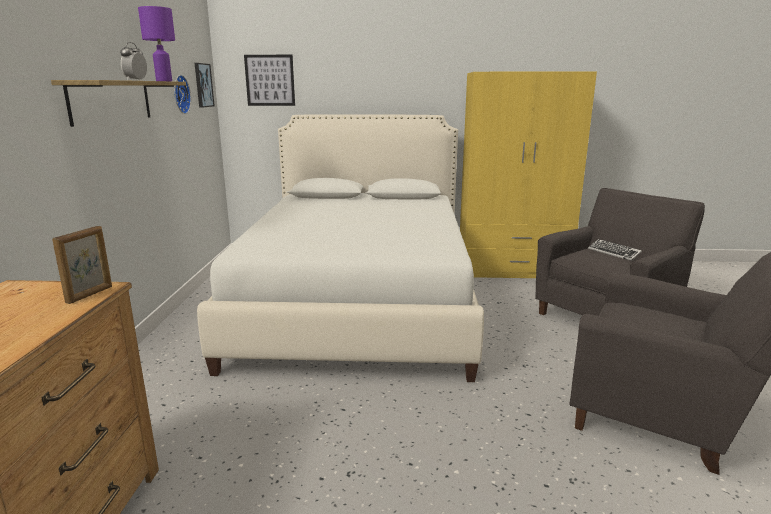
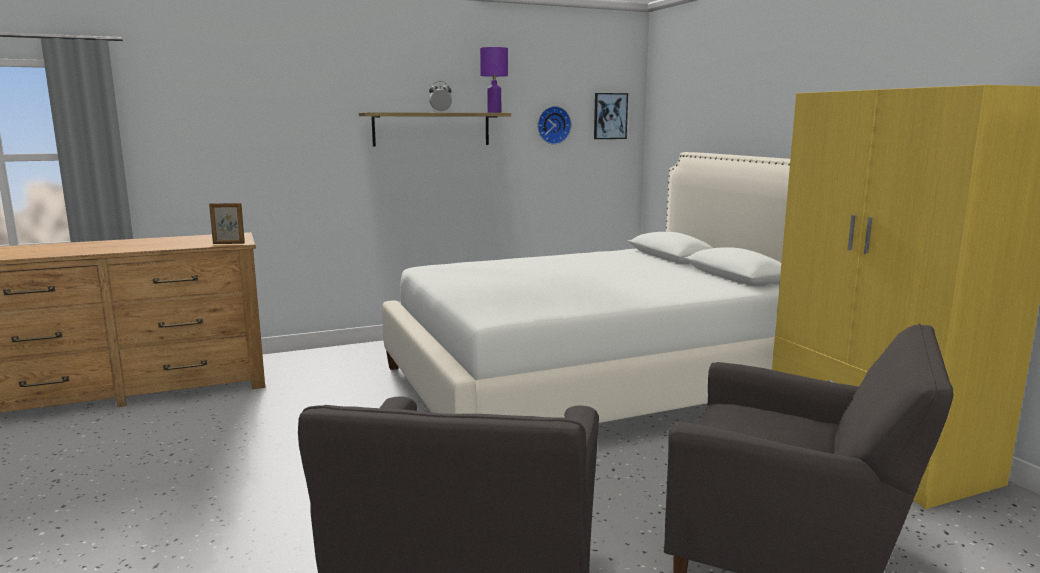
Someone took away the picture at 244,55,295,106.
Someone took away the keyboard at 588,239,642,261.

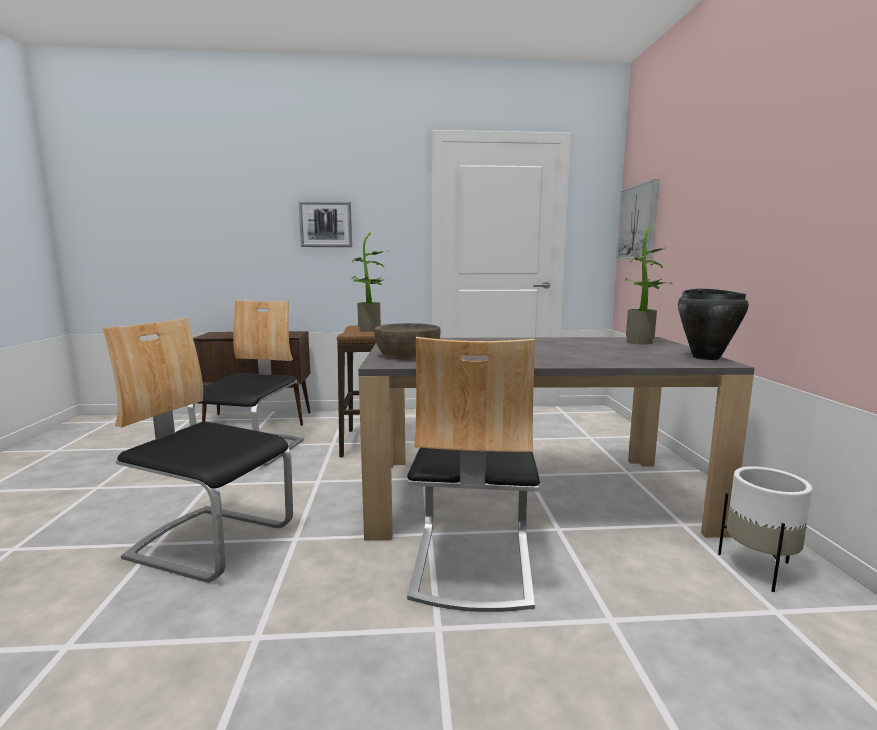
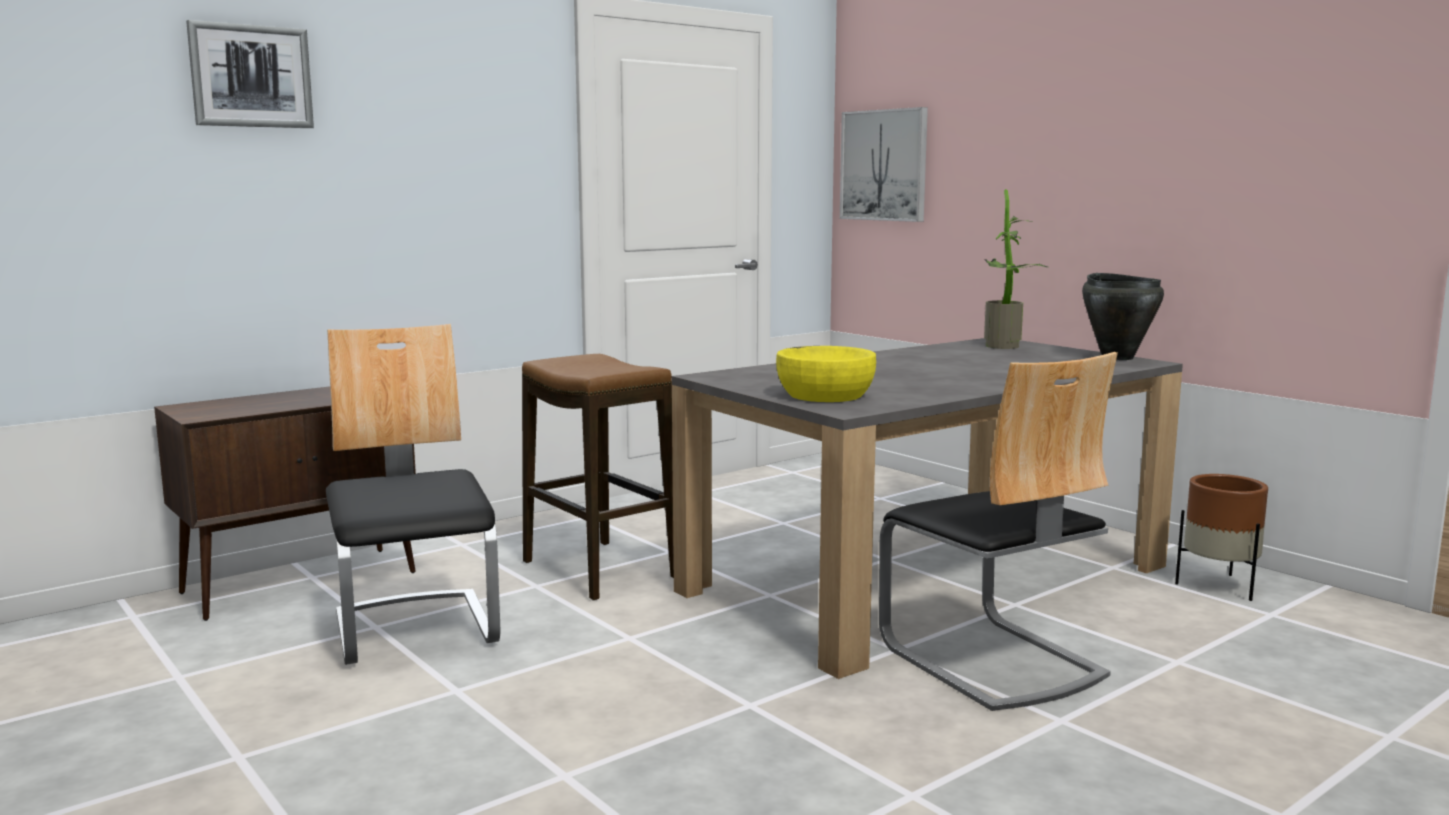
Someone carried the picture from 298,201,352,247 to 186,20,314,128.
Someone repainted the brown bowl at 374,323,441,360, which became the yellow bowl at 776,346,876,402.
Someone repainted the white planter at 718,466,812,592, which became the brown planter at 1175,474,1268,601.
Someone took away the chair at 103,317,293,583.
Someone took away the potted plant at 351,232,389,332.

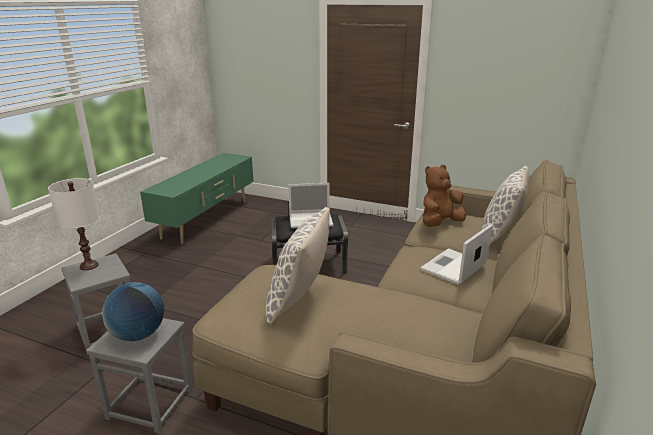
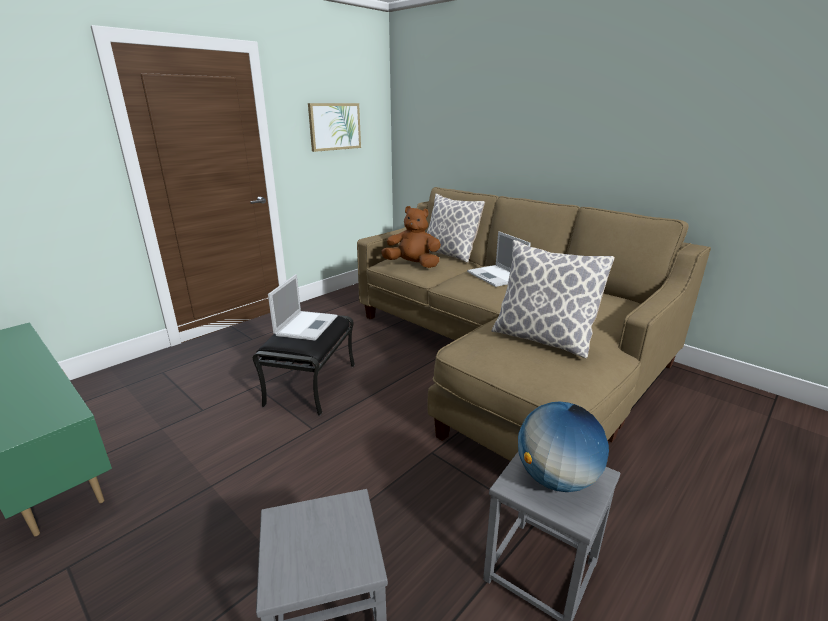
Someone put up the picture at 308,103,361,152.
Someone rotated the brown plush toy at 423,165,466,227 by 120 degrees clockwise.
Someone took away the white table lamp at 48,178,100,270.

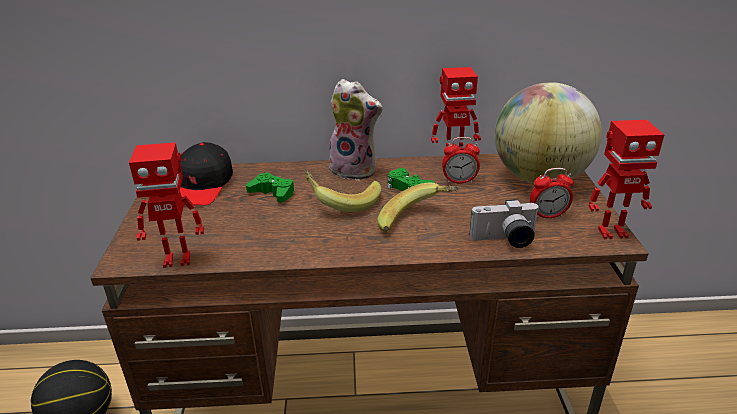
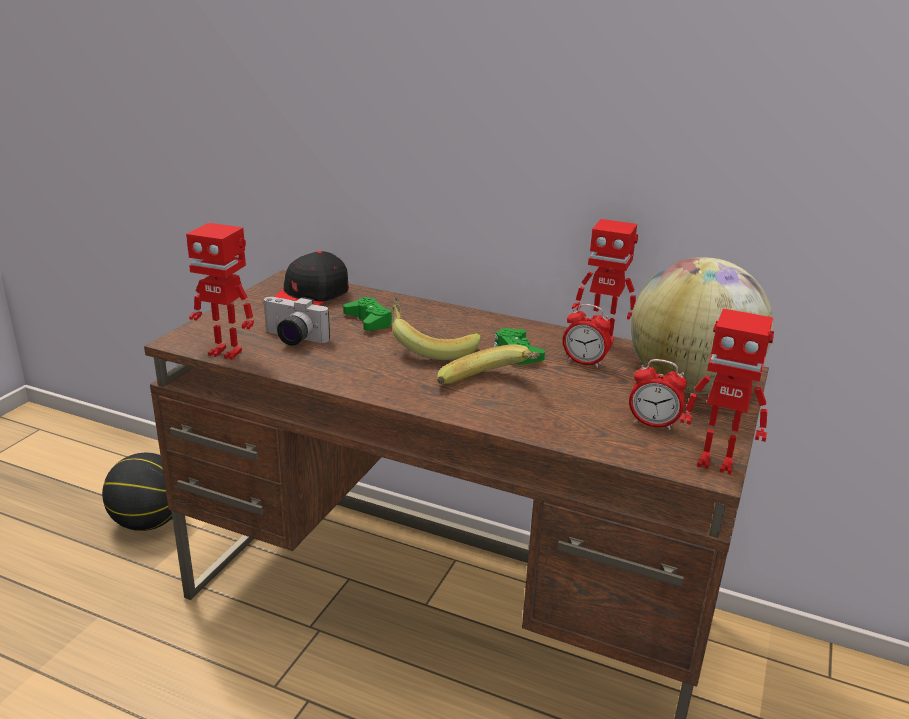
Someone carried the photo camera from 469,199,539,248 to 262,297,330,346.
Someone took away the plush toy at 327,79,382,181.

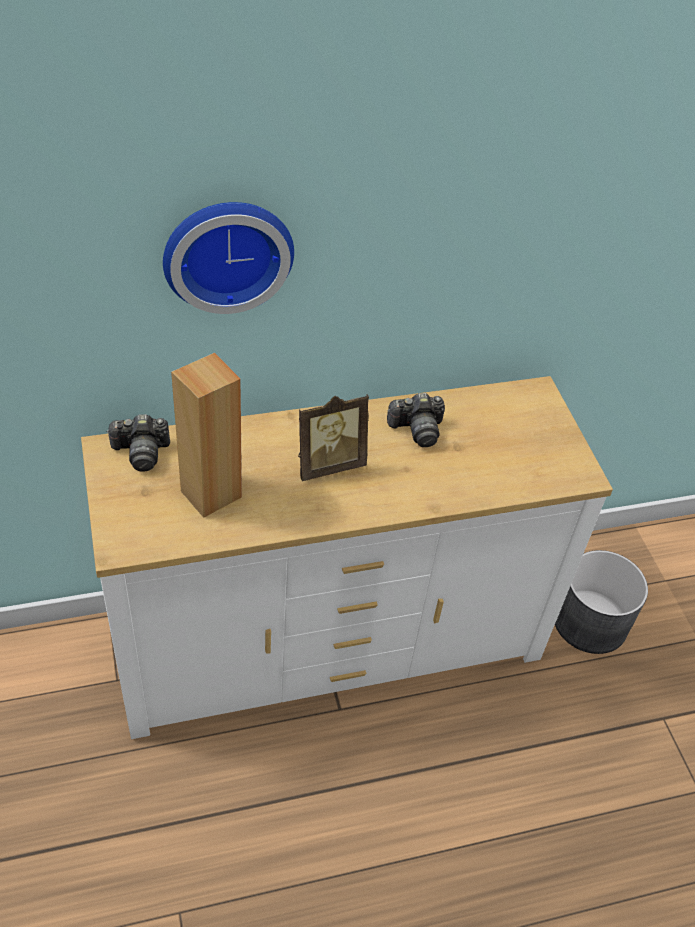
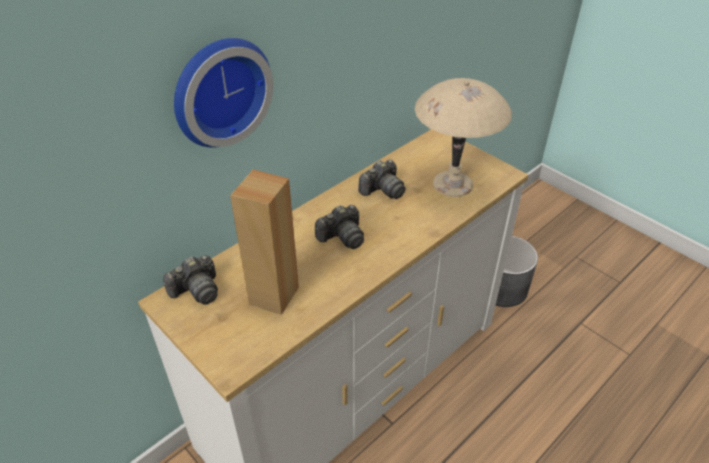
Someone swapped the picture frame at 298,394,369,481 for the photo camera at 315,205,364,249.
Someone put down the beige table lamp at 415,78,512,197.

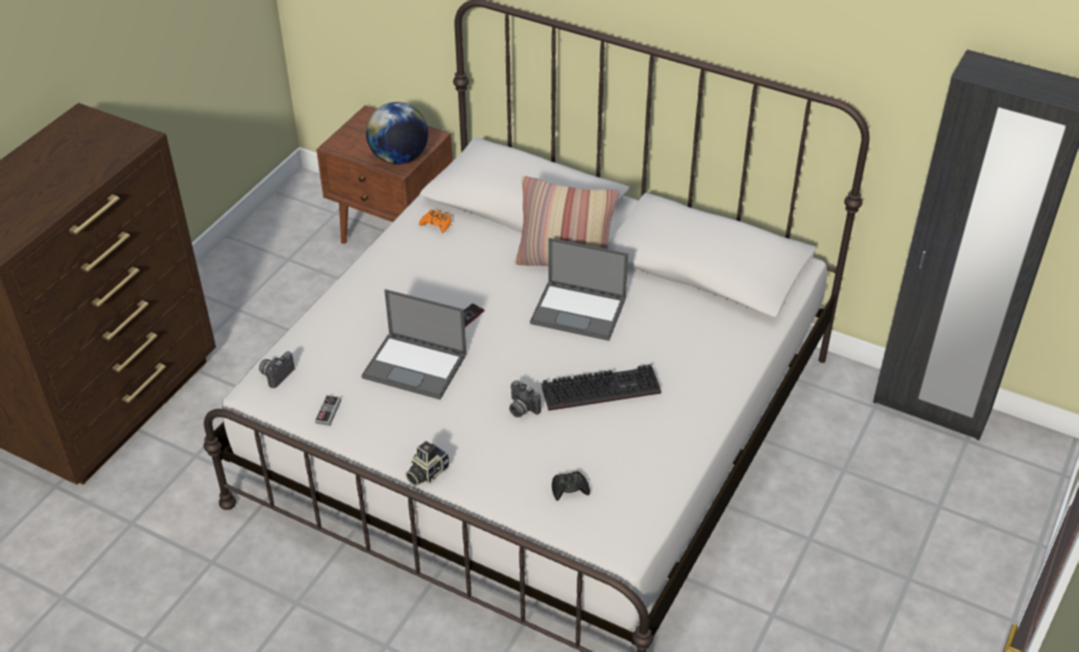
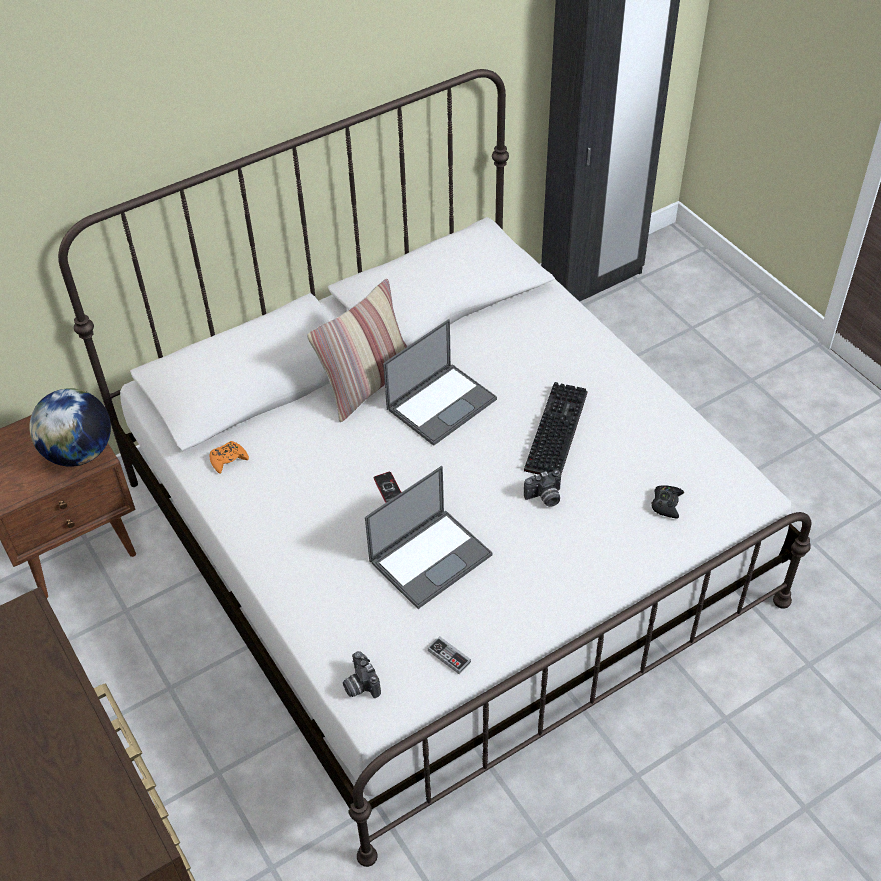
Someone took away the photo camera at 405,441,449,486.

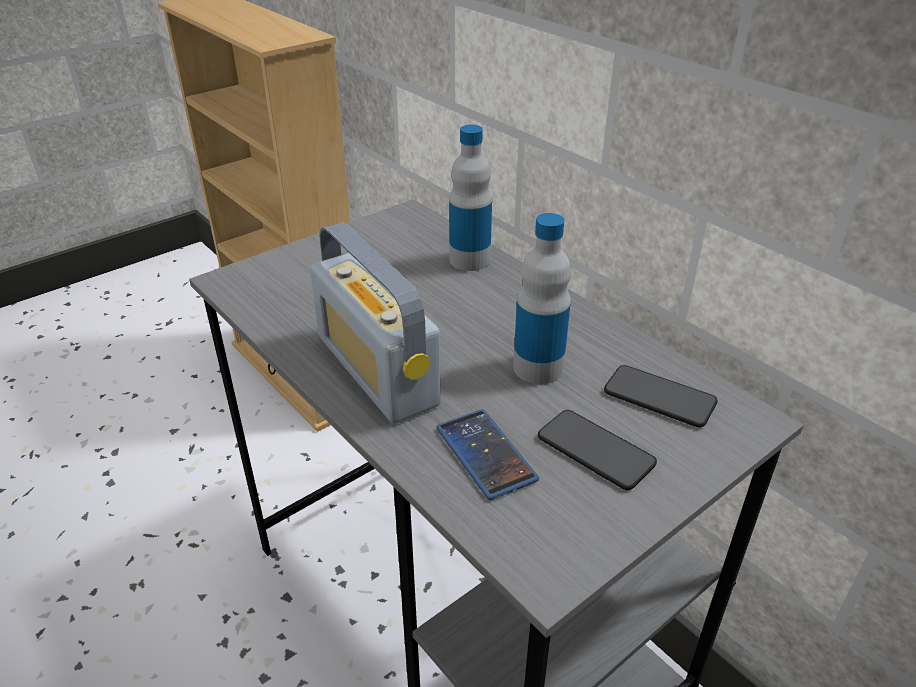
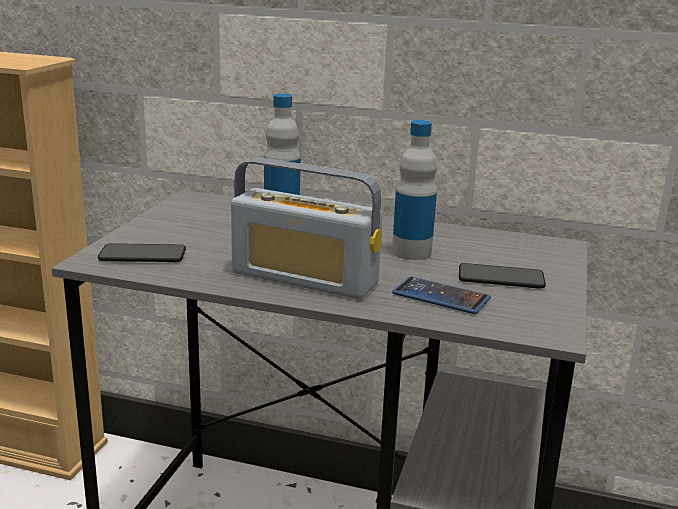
Someone carried the phone from 604,365,717,427 to 98,243,186,262.

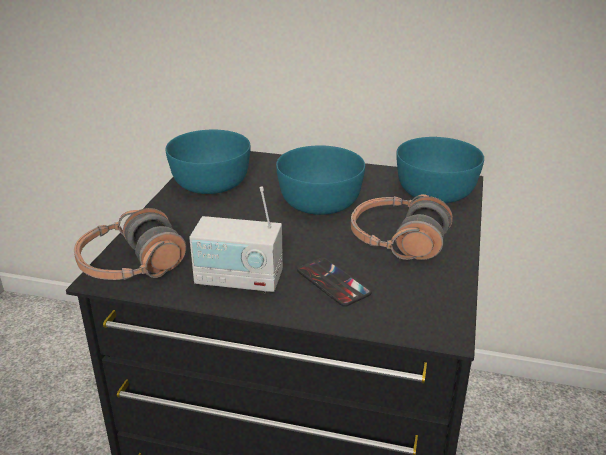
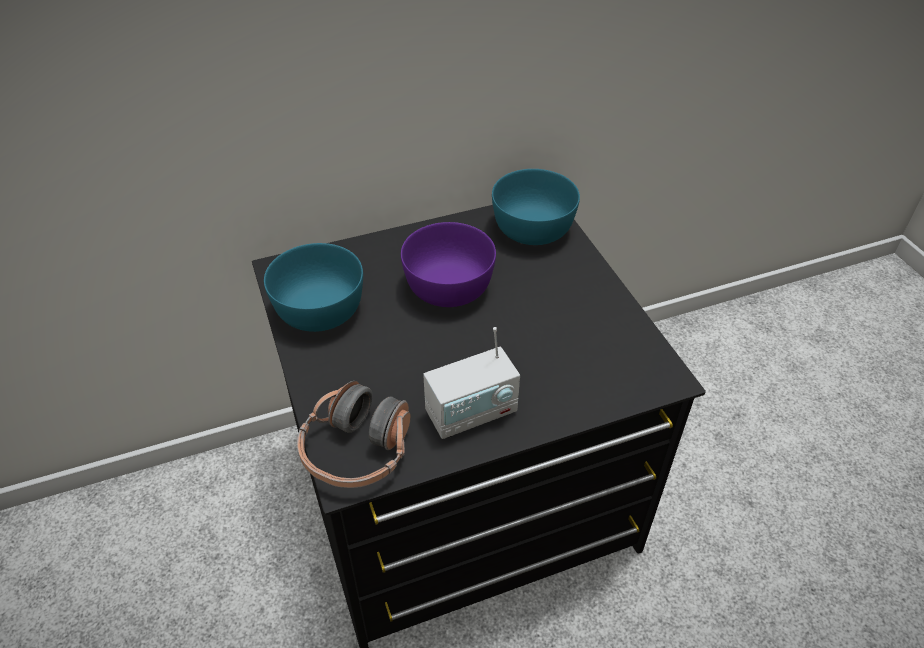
Someone repainted the turquoise bowl at 276,145,365,215, which became the purple bowl at 401,222,496,307.
Someone took away the phone at 297,258,372,307.
Someone took away the headphones at 351,194,453,260.

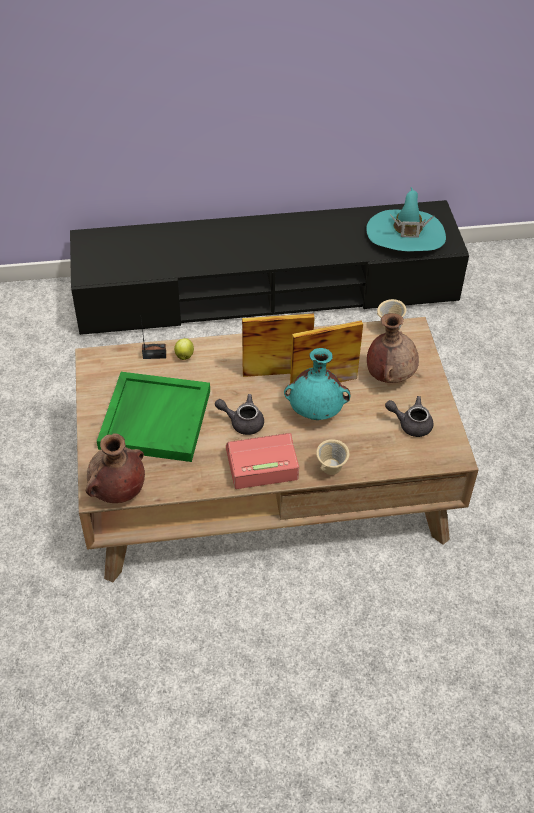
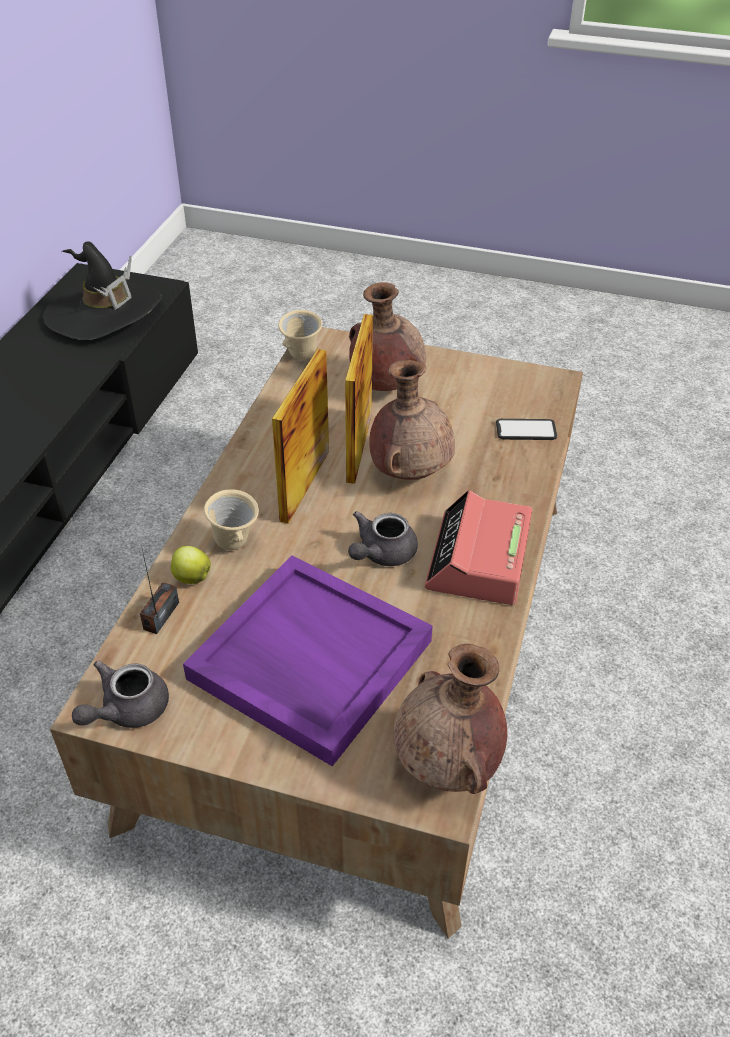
Someone repainted the turquoise hat at 366,187,446,251, which became the black hat at 43,241,162,340.
Someone carried the grey teapot from 385,396,433,437 to 72,660,169,728.
Someone repainted the green tray at 97,372,210,462, which became the purple tray at 183,555,433,766.
Someone carried the beige mug from 316,439,349,475 to 204,489,259,550.
Someone repainted the turquoise vase at 284,348,350,420, which became the brown vase at 369,360,455,480.
Someone put down the phone at 496,419,557,440.

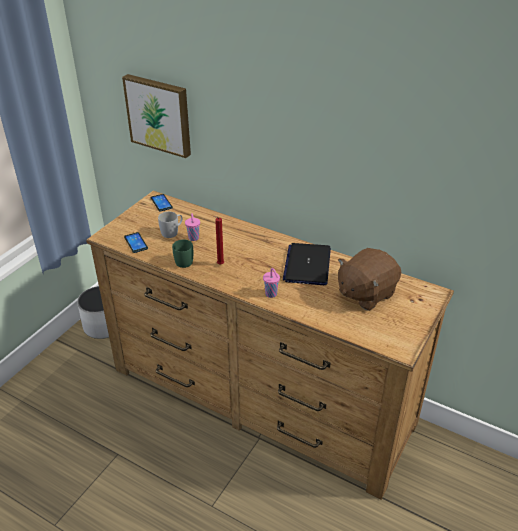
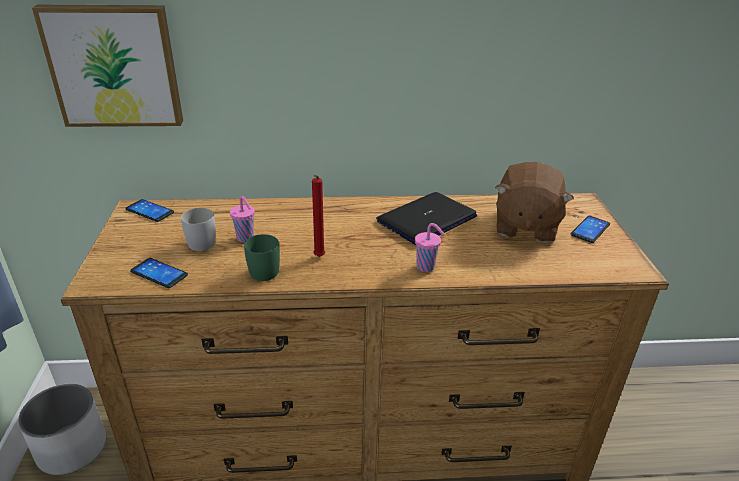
Someone rotated the laptop at 283,243,331,285 by 75 degrees clockwise.
Someone put down the phone at 571,216,610,243.

